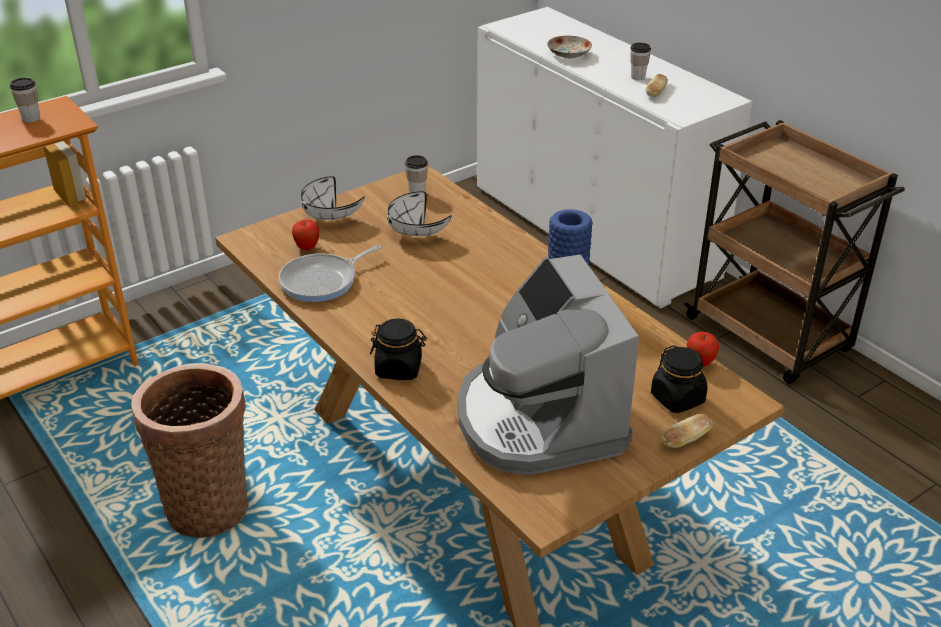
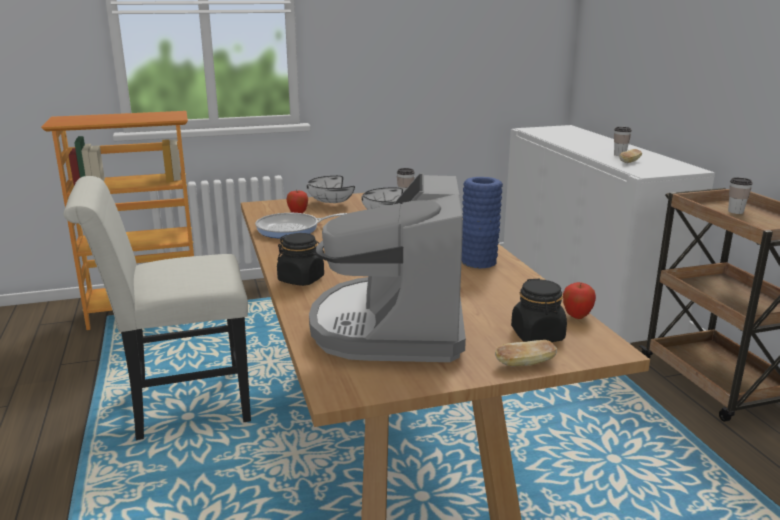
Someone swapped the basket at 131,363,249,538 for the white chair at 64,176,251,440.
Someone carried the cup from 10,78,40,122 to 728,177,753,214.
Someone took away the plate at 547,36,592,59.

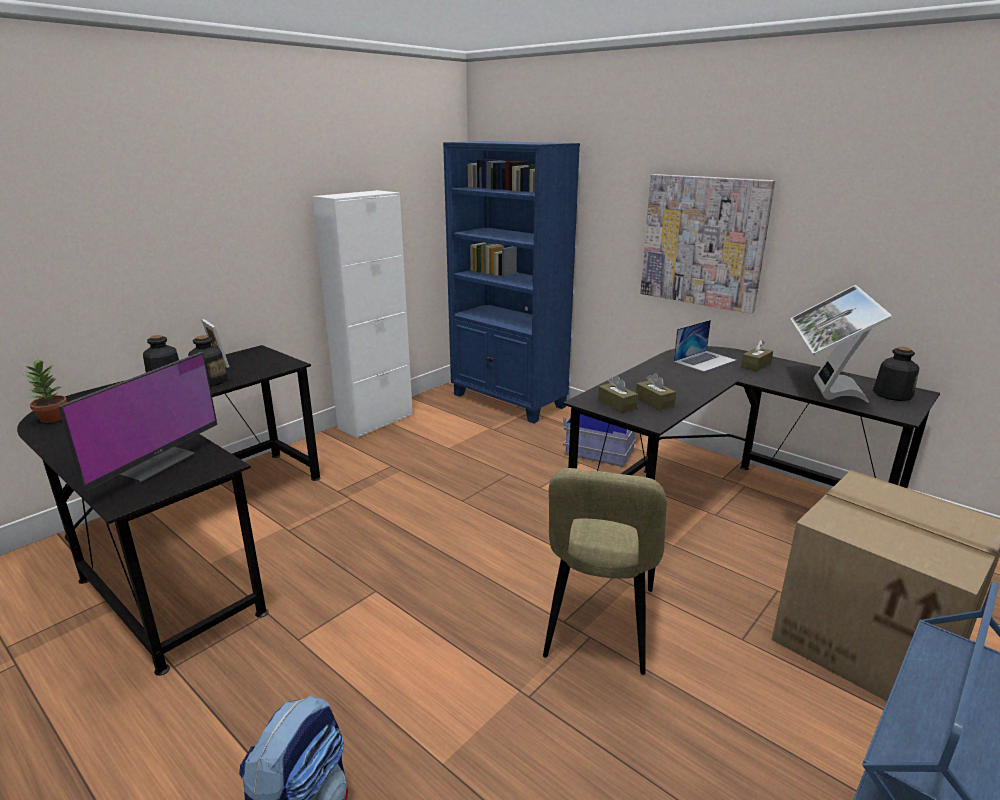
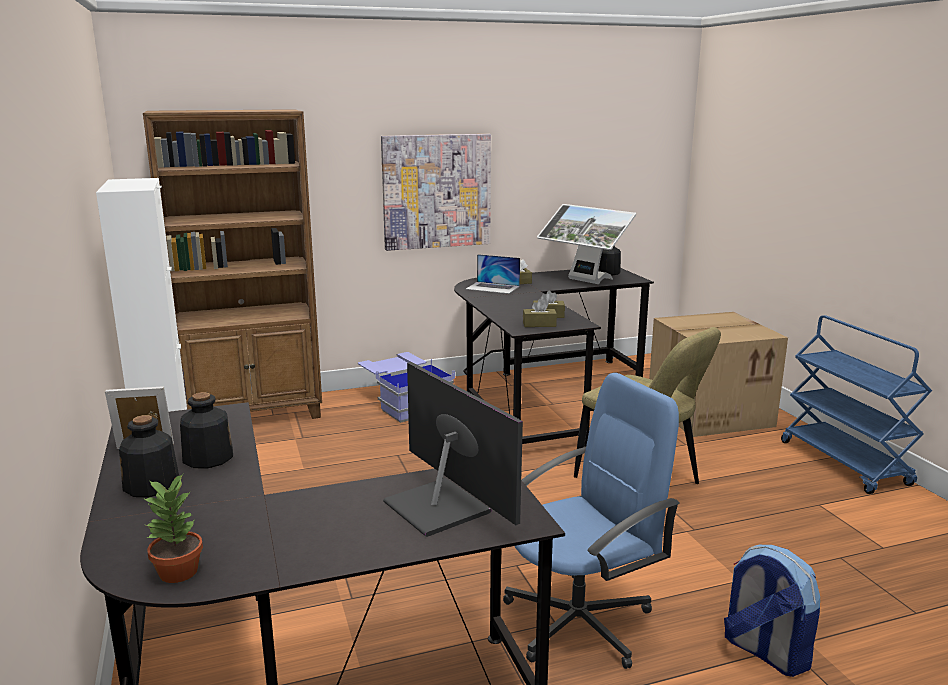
Someone repainted the blue bookcase at 443,141,580,423, which became the brown bookcase at 143,109,322,419.
Someone rotated the laptop at 674,320,737,372 by 120 degrees clockwise.
Someone put down the blue office chair at 503,373,680,669.

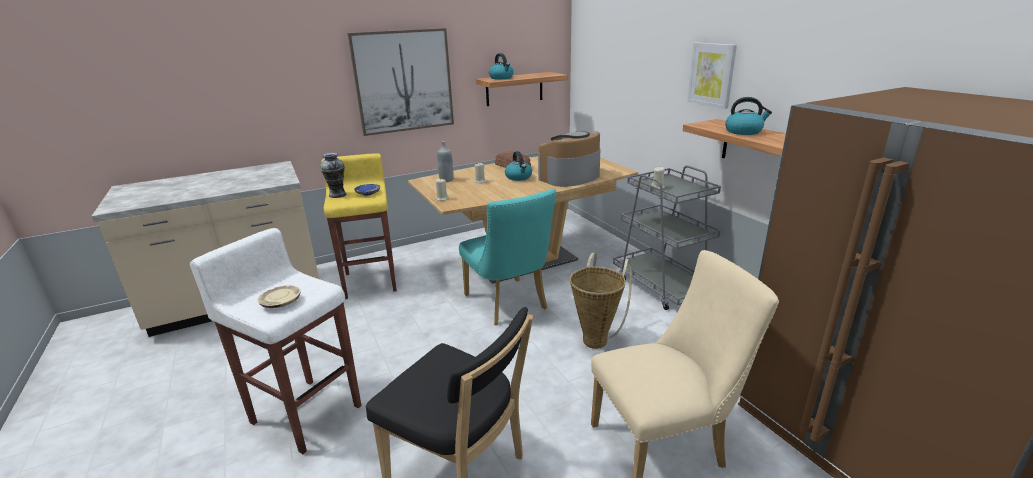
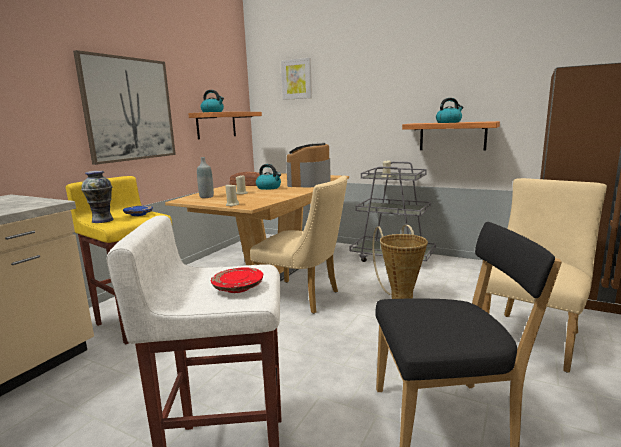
Someone repainted the beige plate at 258,285,300,308, which became the red plate at 211,267,263,293.
Someone repainted the turquoise chair at 459,189,556,325, which became the beige chair at 250,175,348,314.
Someone carried the picture from 687,43,737,109 to 281,58,312,100.

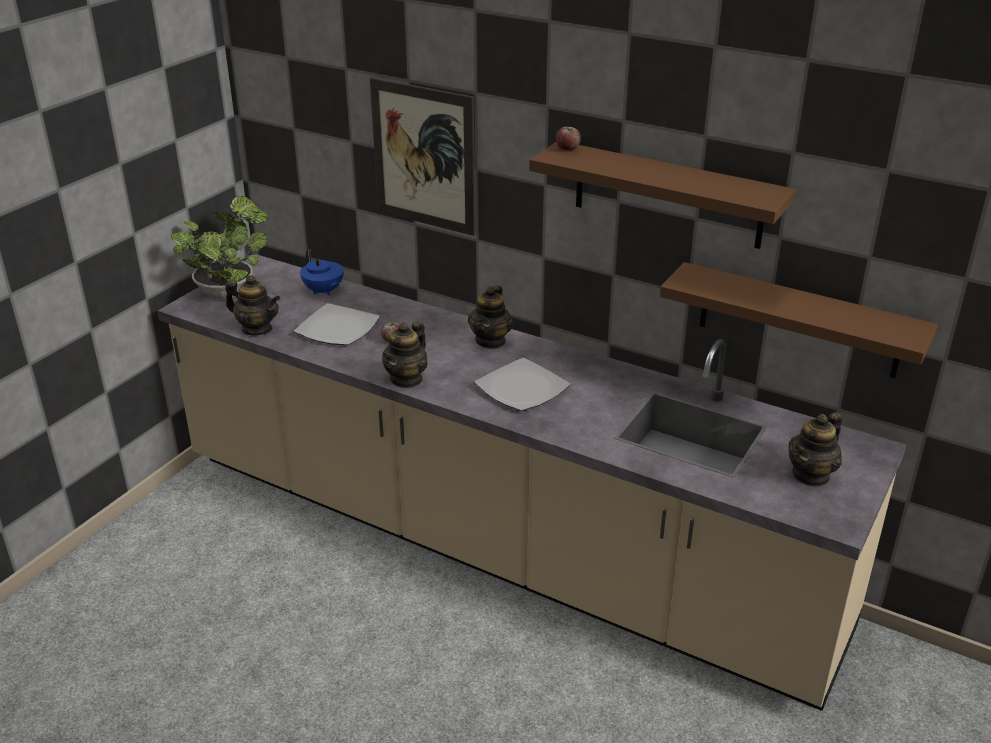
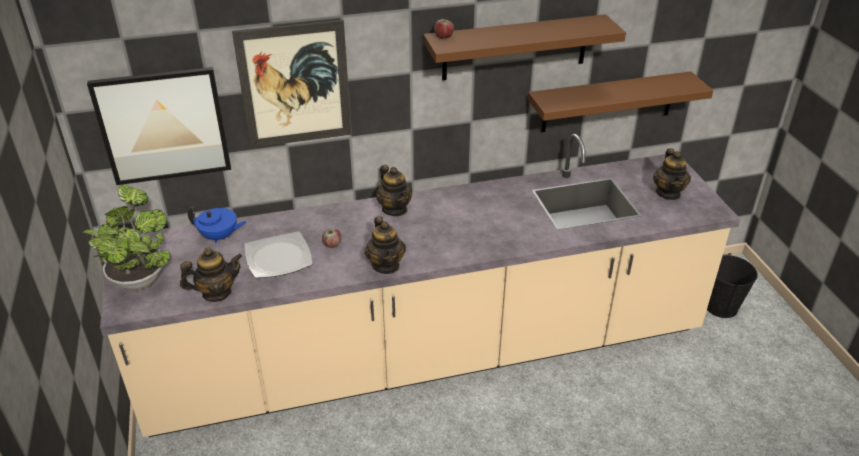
Someone put up the picture at 87,67,231,185.
Someone put down the black bucket at 707,253,758,318.
Someone took away the plate at 475,358,570,411.

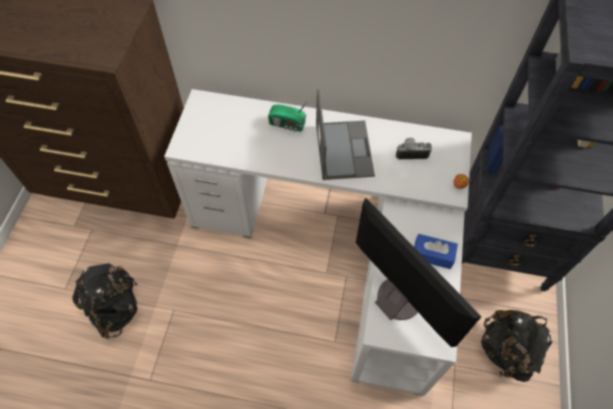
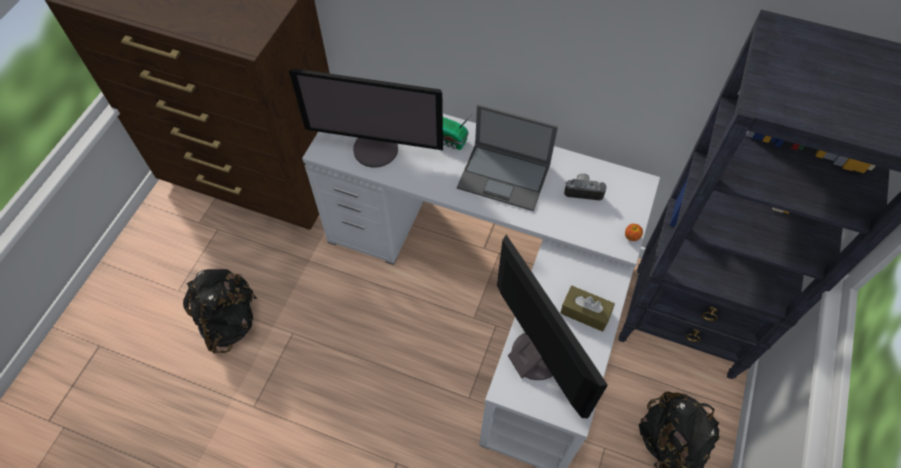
Someone put down the monitor at 289,68,443,168.
Someone rotated the laptop at 316,89,375,180 by 105 degrees clockwise.
Someone repainted the blue tissue box at 414,234,458,269, which became the brown tissue box at 560,286,615,332.

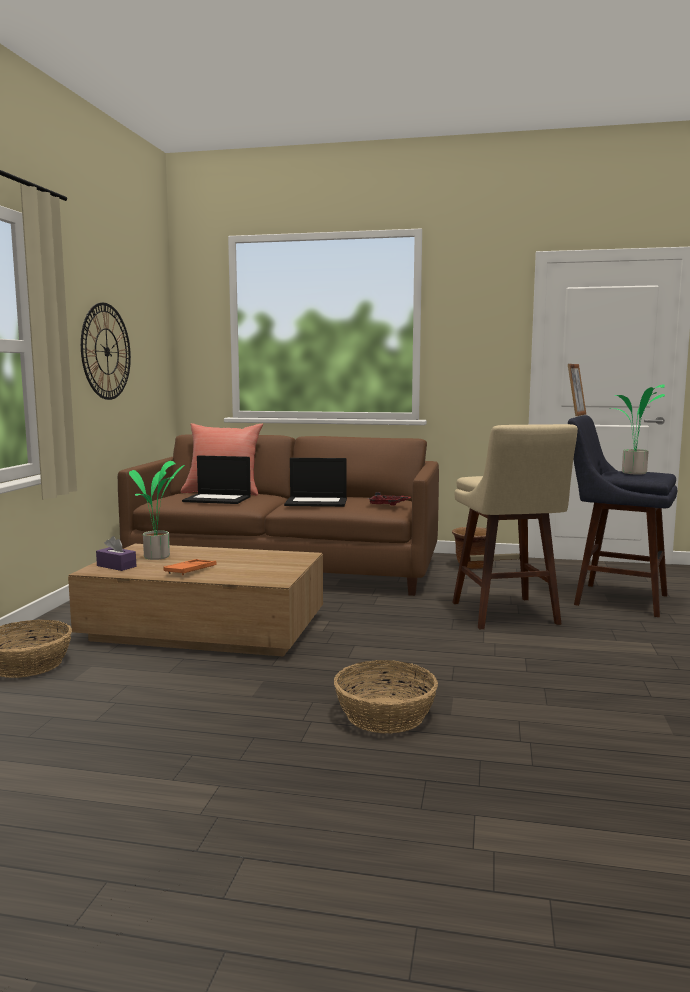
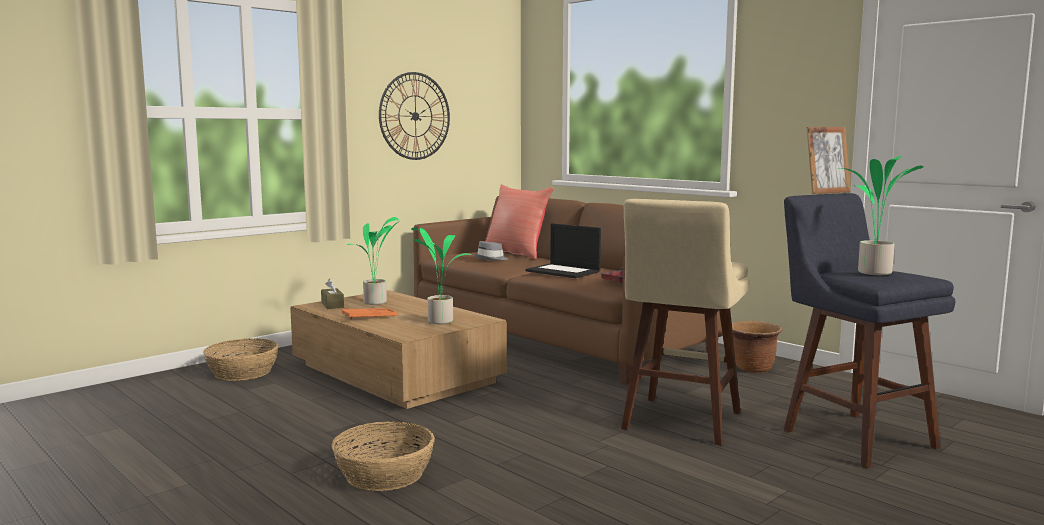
Someone repainted the purple tissue box at 96,536,136,571, which became the brown tissue box at 321,279,344,309.
Someone put down the potted plant at 411,228,471,324.
Someone swapped the laptop at 182,455,251,504 for the grey hat at 474,241,508,261.

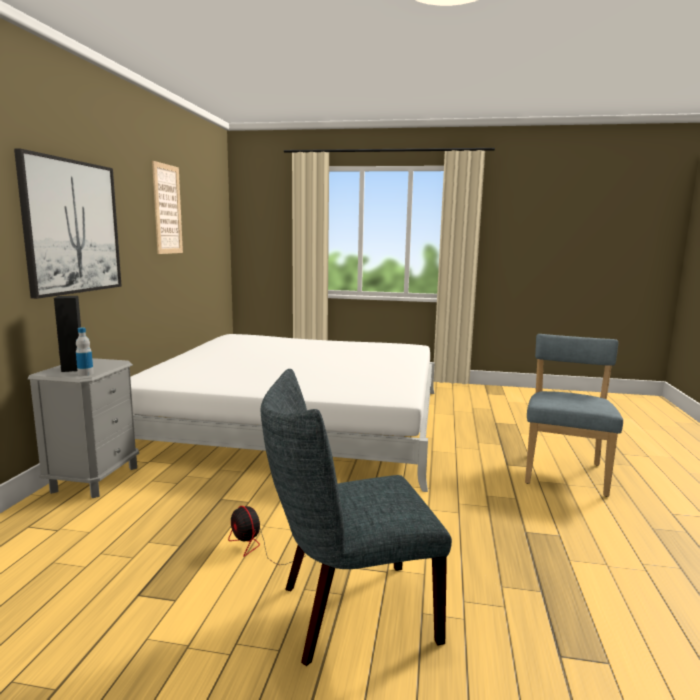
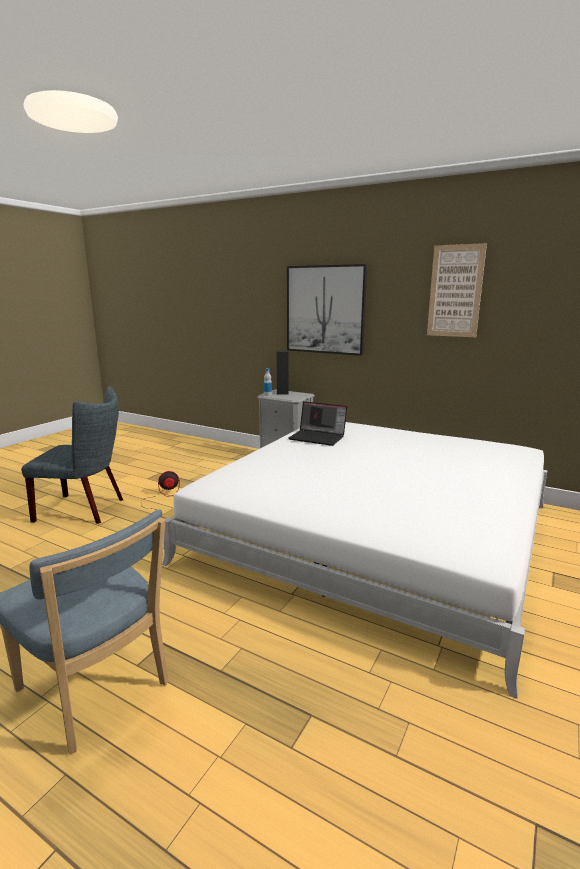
Someone rotated the grey chair at 261,369,452,666 by 90 degrees clockwise.
Someone put down the laptop at 288,401,347,446.

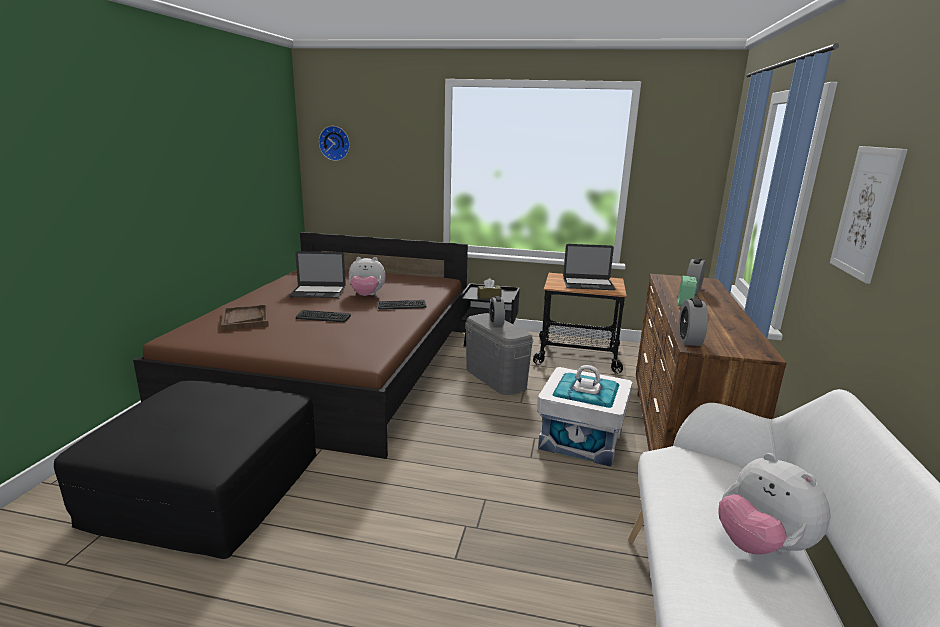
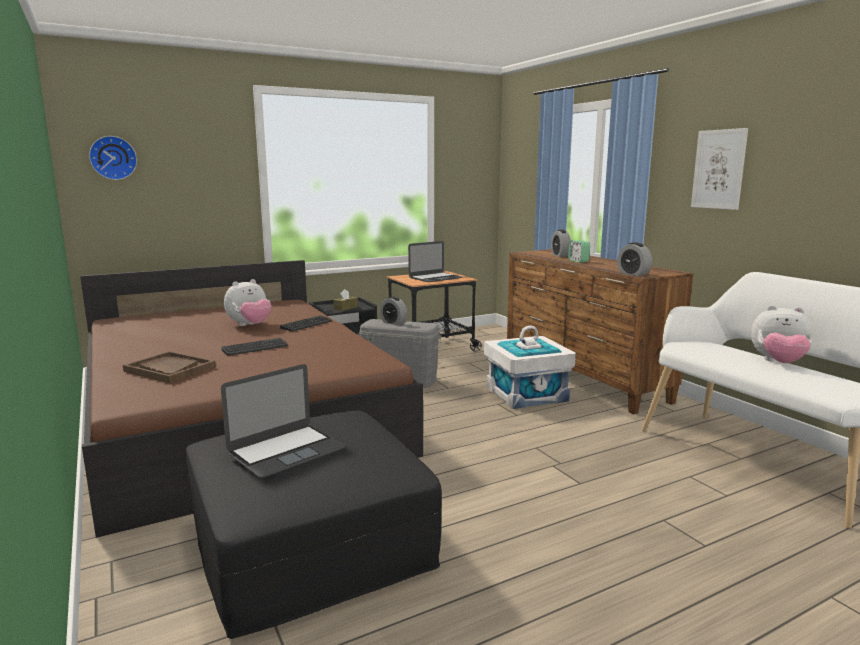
Someone carried the laptop from 289,251,346,298 to 221,364,346,478.

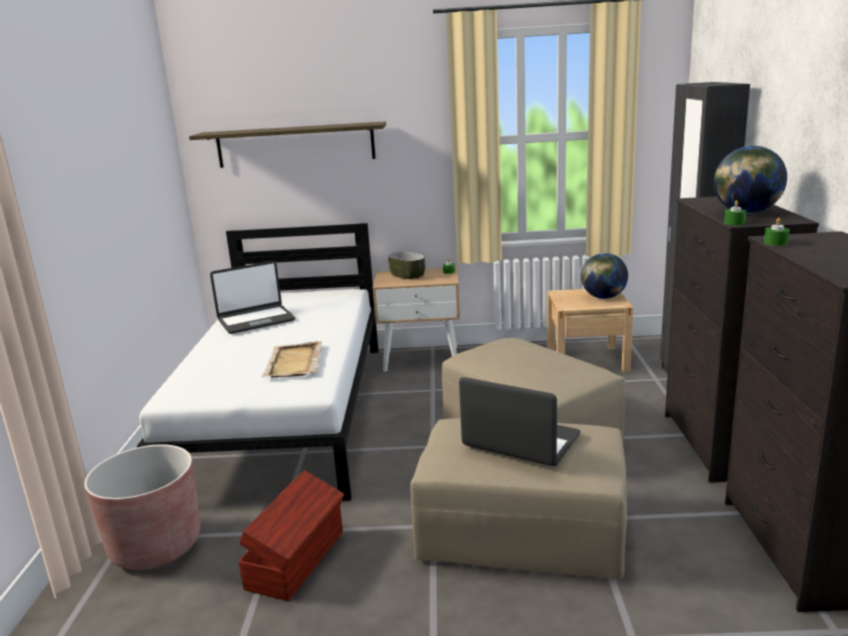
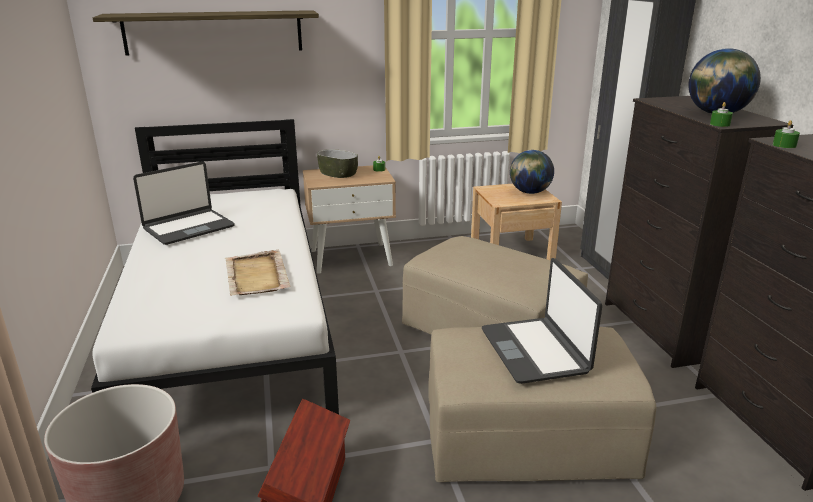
Someone rotated the laptop at 459,377,581,466 by 120 degrees counterclockwise.

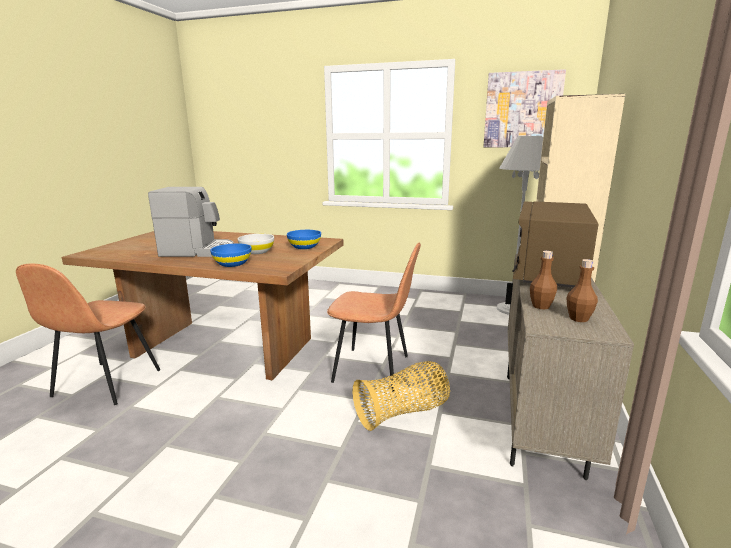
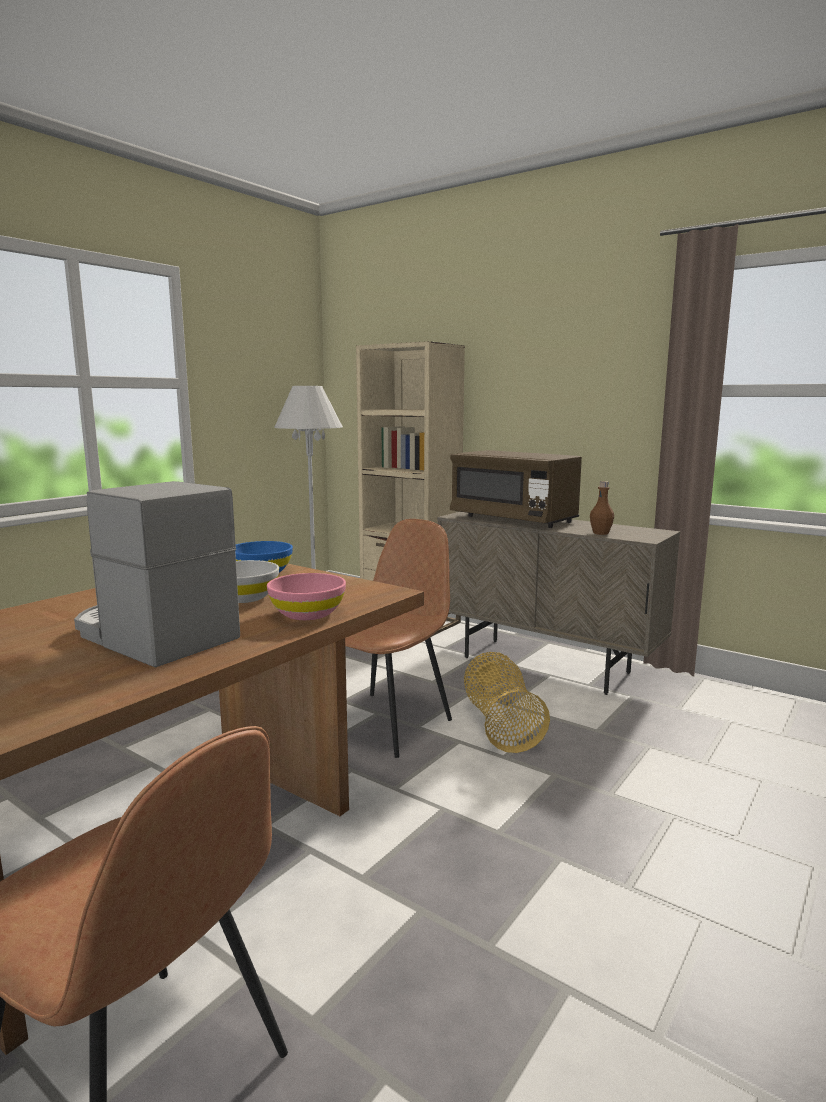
Someone rotated the coffee machine at 148,187,234,257 by 75 degrees counterclockwise.
Someone repainted the blue bowl at 210,244,252,267, which became the pink bowl at 267,573,346,620.
Someone took away the picture at 483,69,566,147.
Someone took away the brown bottle at 567,259,598,322.

